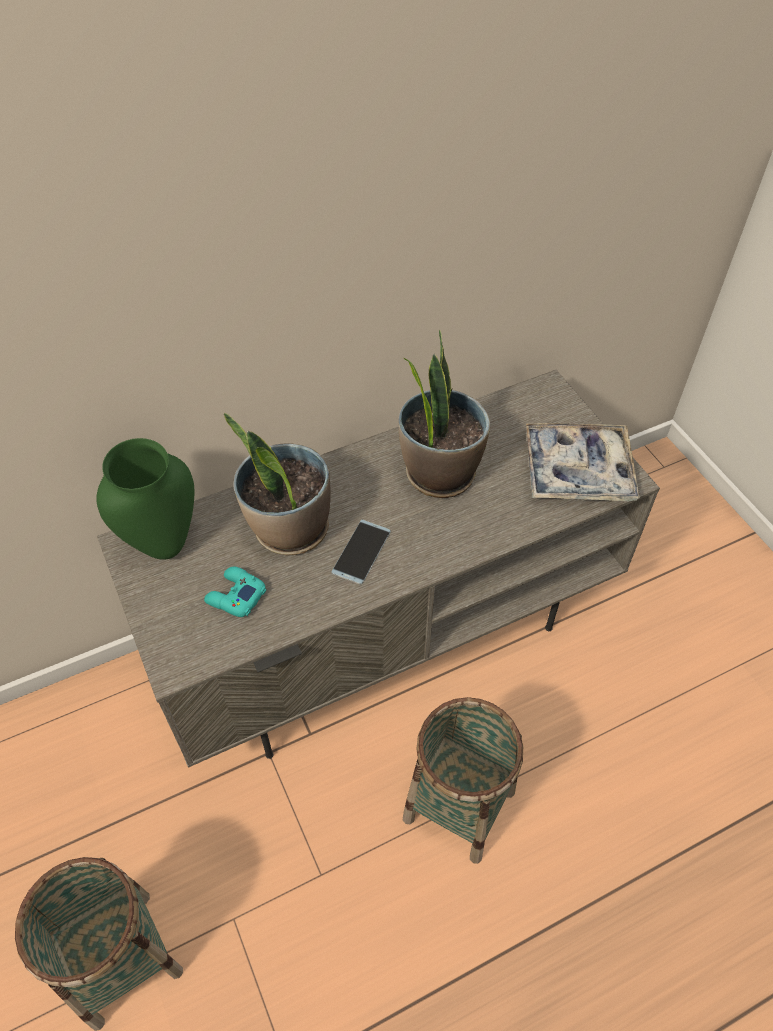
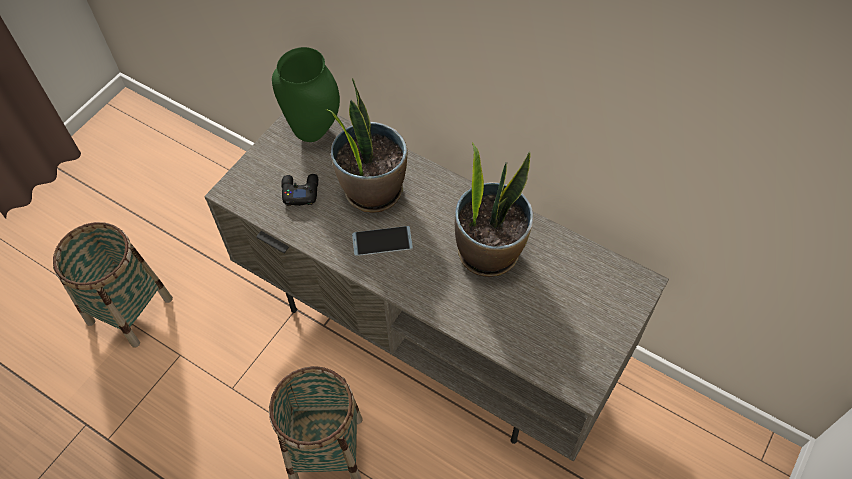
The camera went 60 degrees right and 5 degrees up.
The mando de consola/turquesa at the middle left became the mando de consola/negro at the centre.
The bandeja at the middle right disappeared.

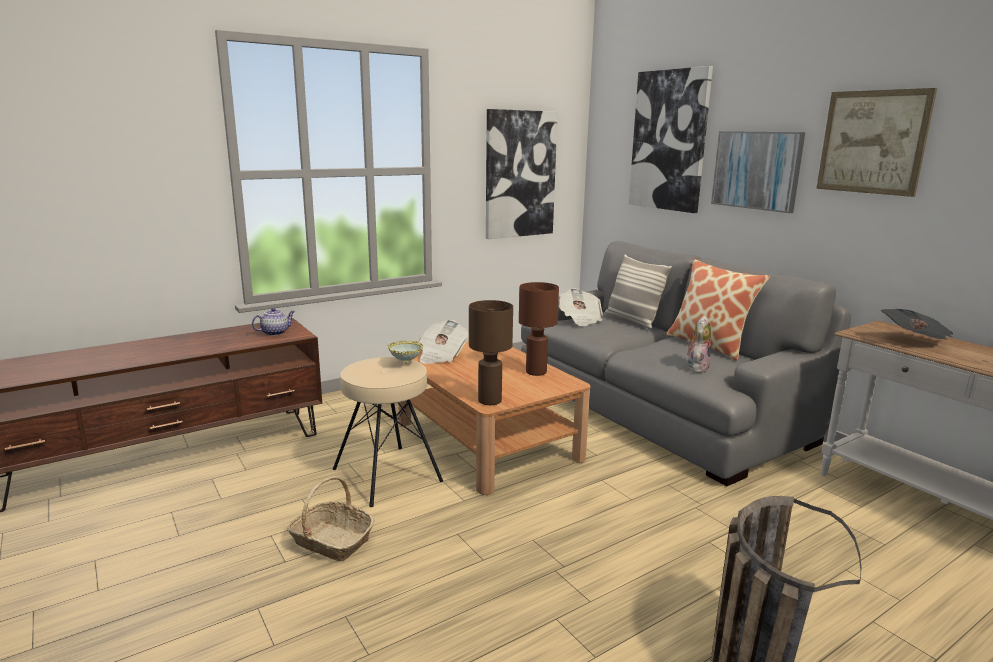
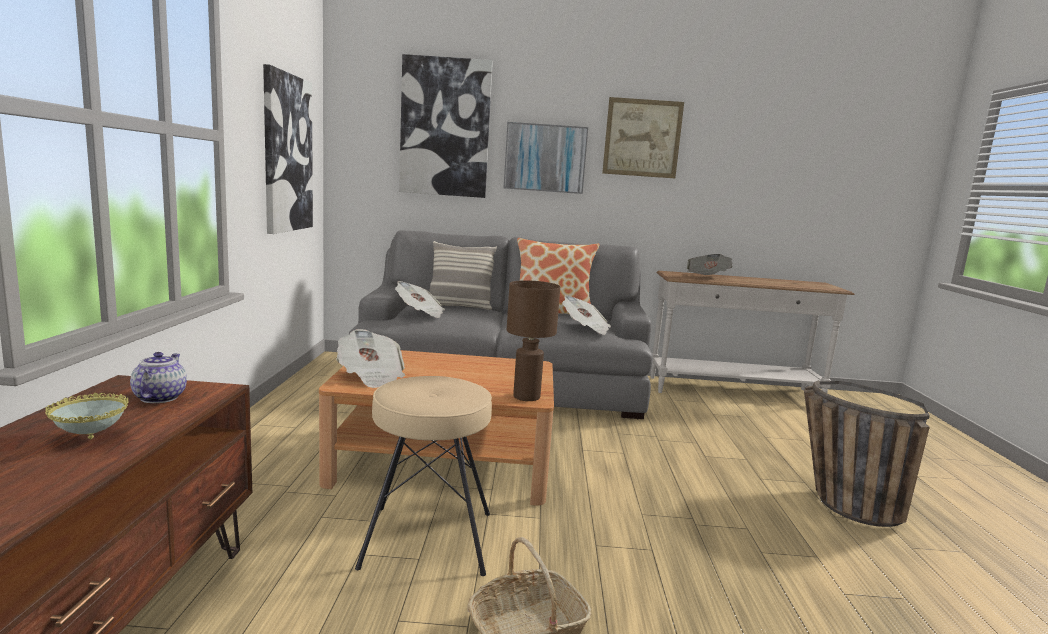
The camera went 55 degrees left and 5 degrees down.
The cuenco moved from the centre to the middle left.
The lámpara de mesa/marrón (2nd from left) at the centre disappeared.
The peluche at the middle right was replaced by the periódico (3rd from left) at the centre.

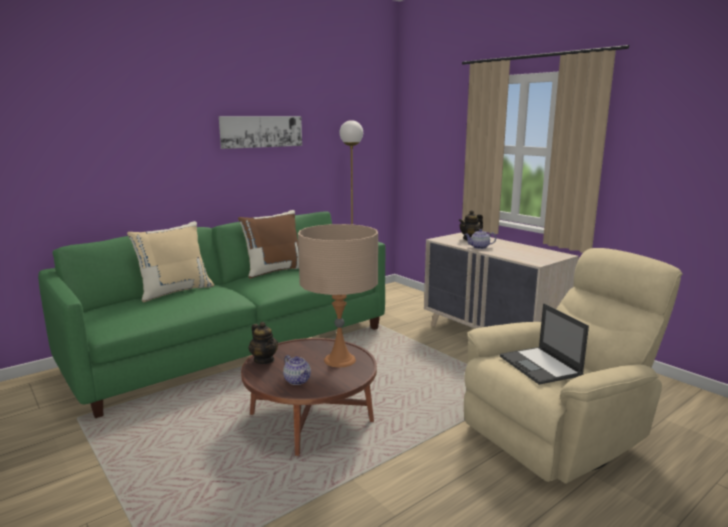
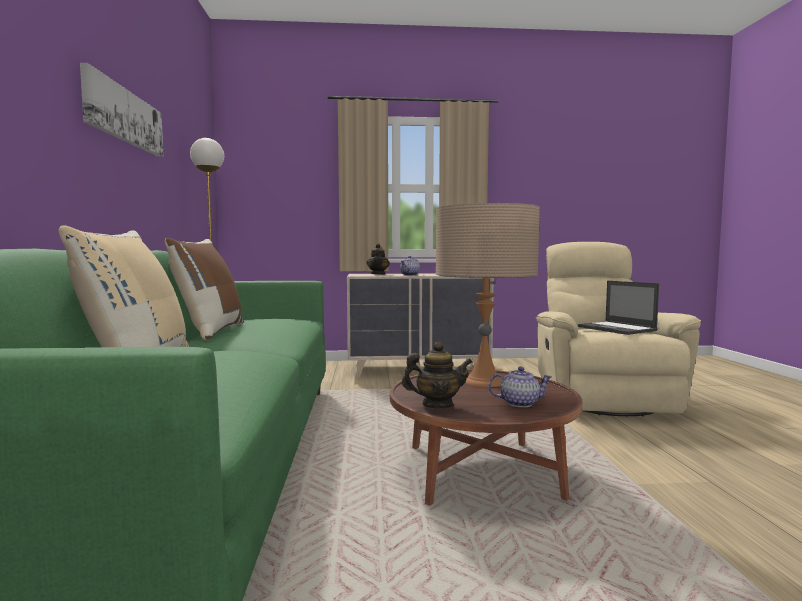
The camera went 55 degrees left and 10 degrees down.
The portátil at the middle right turned 45 degrees clockwise.

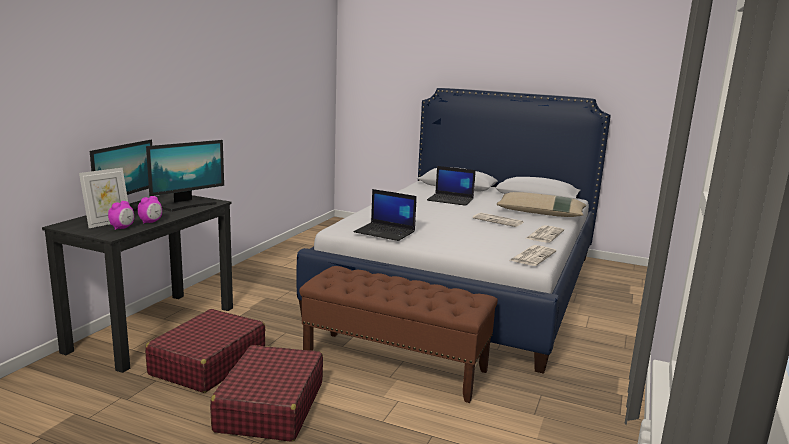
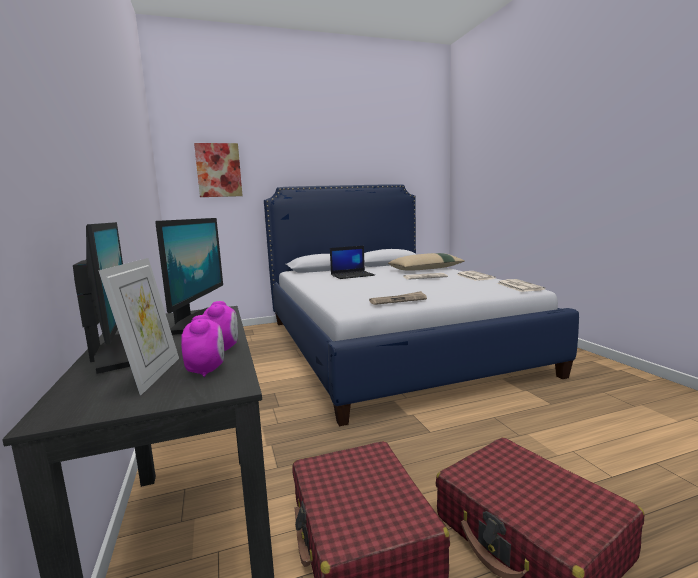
The camera went 40 degrees left and 5 degrees down.
The banco/marrón at the bottom centre disappeared.
The portátil (1st from left) at the centre was replaced by the periódico (1st from left) at the centre.
The cuadro at the top left appeared.

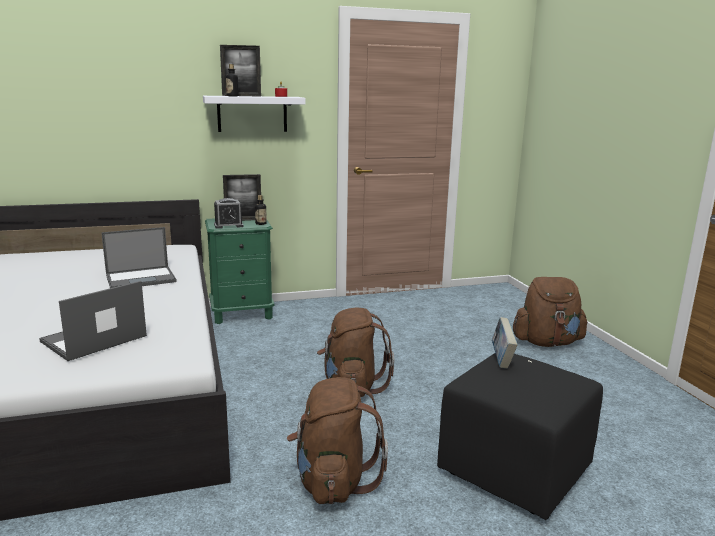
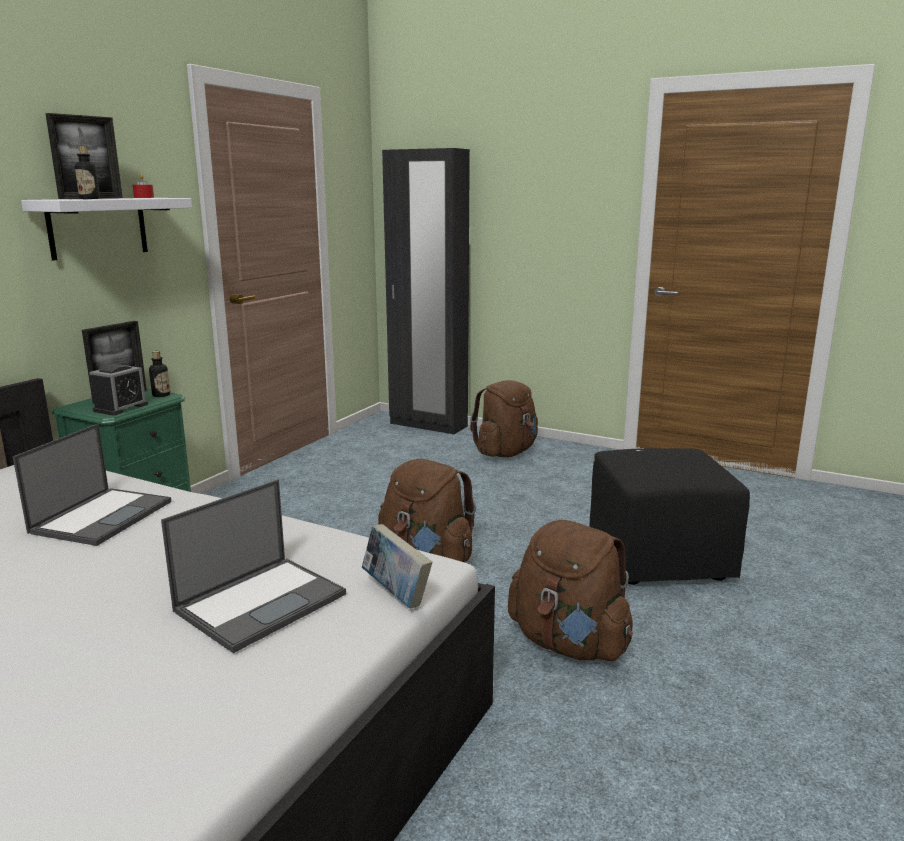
The camera went 45 degrees left and 0 degrees up.
The portátil (1st from left in the first image) at the middle left turned 135 degrees counterclockwise.
The libro moved from the middle right to the bottom centre.
The armario ropero/negro at the centre appeared.

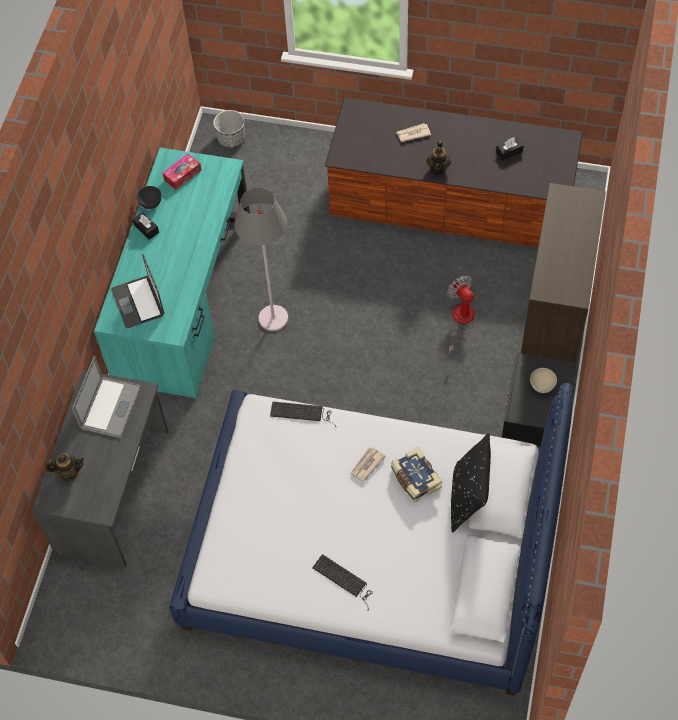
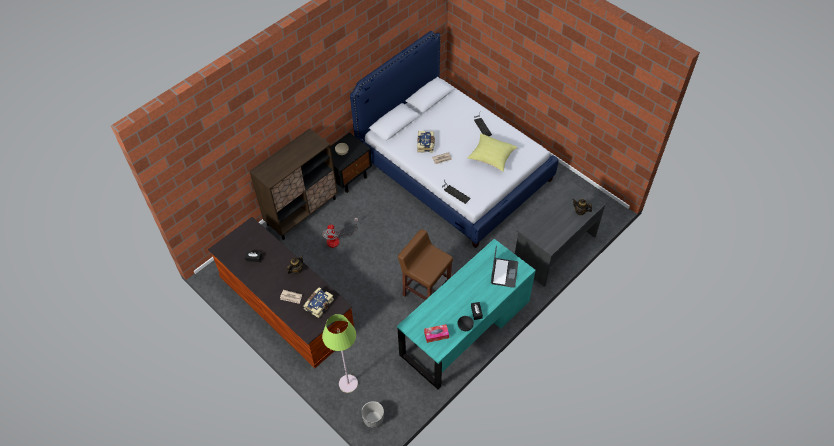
The camera went 150 degrees left and 5 degrees down.
The portátil (1st from left) at the middle left disappeared.
The lámpara de pie/gris at the centre was replaced by the taburete/marrón at the centre.
The cojín/negro at the bottom right disappeared.
The libro (1st from left) at the bottom centre appeared.
The lámpara de pie/verde at the bottom centre appeared.
The cojín/amarillo at the centre appeared.

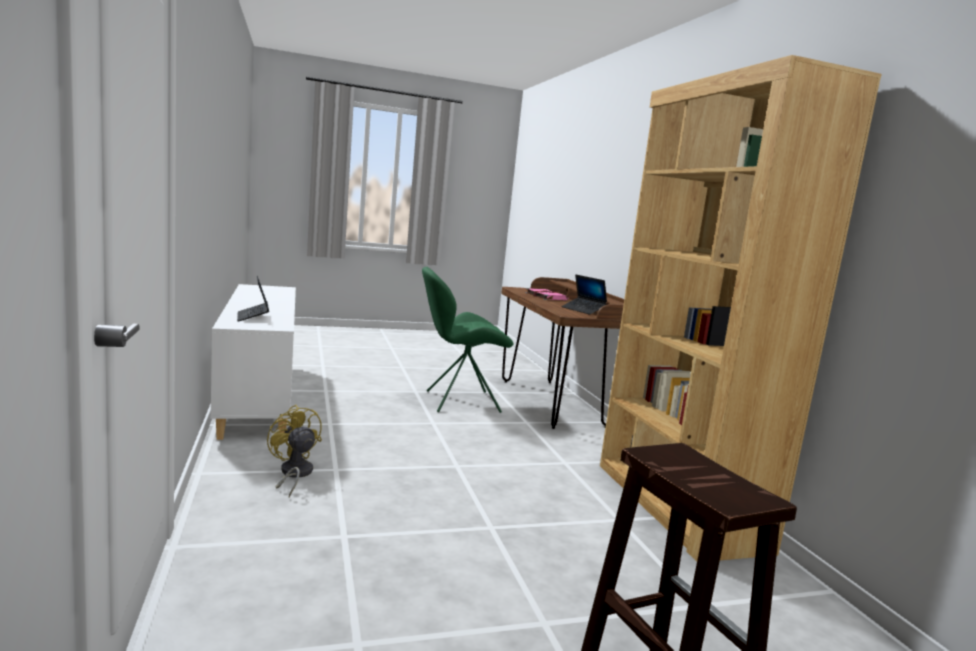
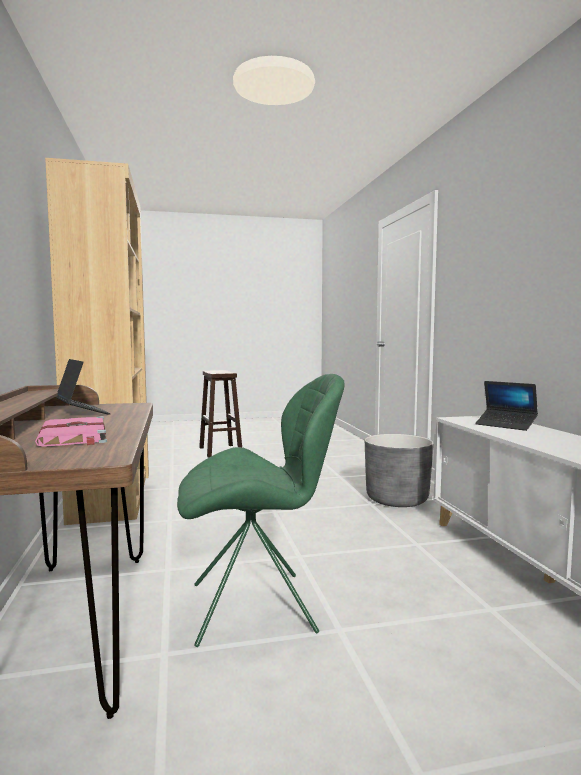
The camera went 175 degrees left and 5 degrees down.
The portátil (1st from left in the first image) at the middle left turned 150 degrees clockwise.
The ventilador/amarillo at the bottom left was replaced by the maceta/gris at the middle right.

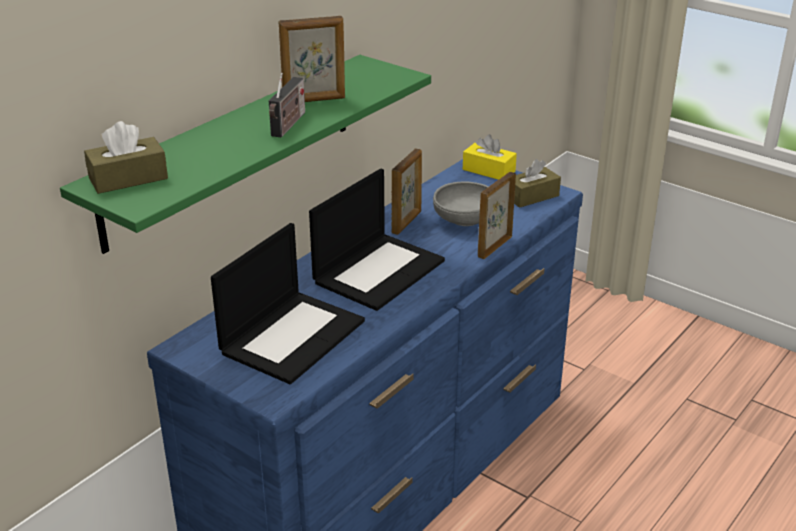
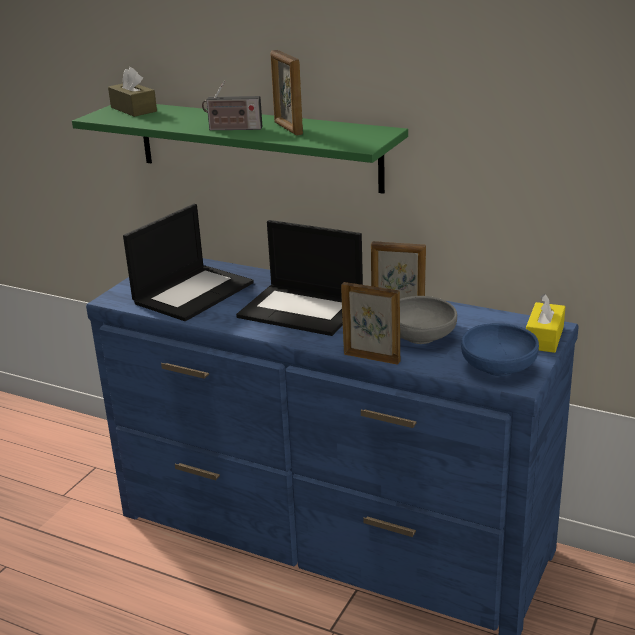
The camera went 80 degrees right and 5 degrees down.
The portátil (1st from left) at the centre turned 75 degrees counterclockwise.
The caja de pañuelos/marrón (2nd from left) at the middle right was replaced by the cuenco/azul at the middle right.

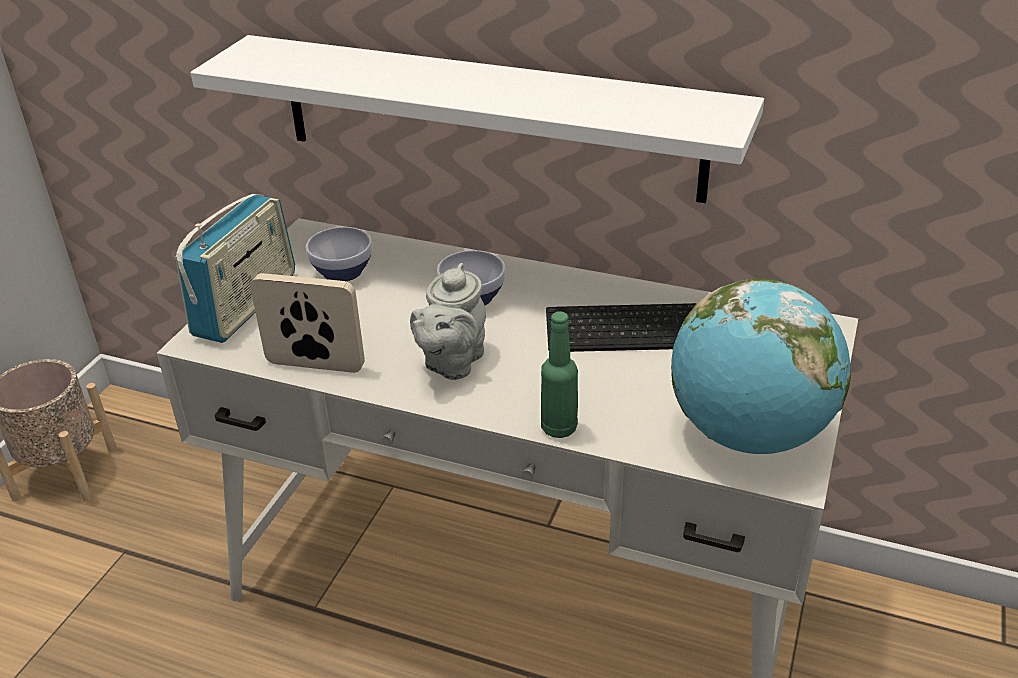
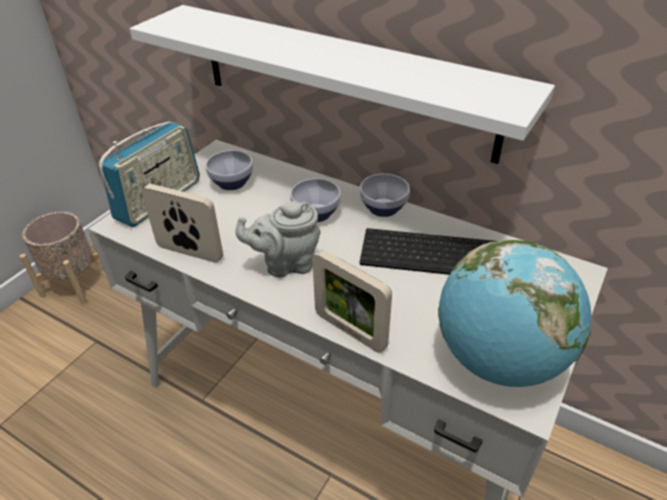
The camera went 10 degrees right and 5 degrees up.
The tetera/gris at the centre turned 45 degrees clockwise.
The botella/verde at the centre was replaced by the portarretratos (2nd from left) at the centre.
The cuenco (3rd from left) at the centre appeared.

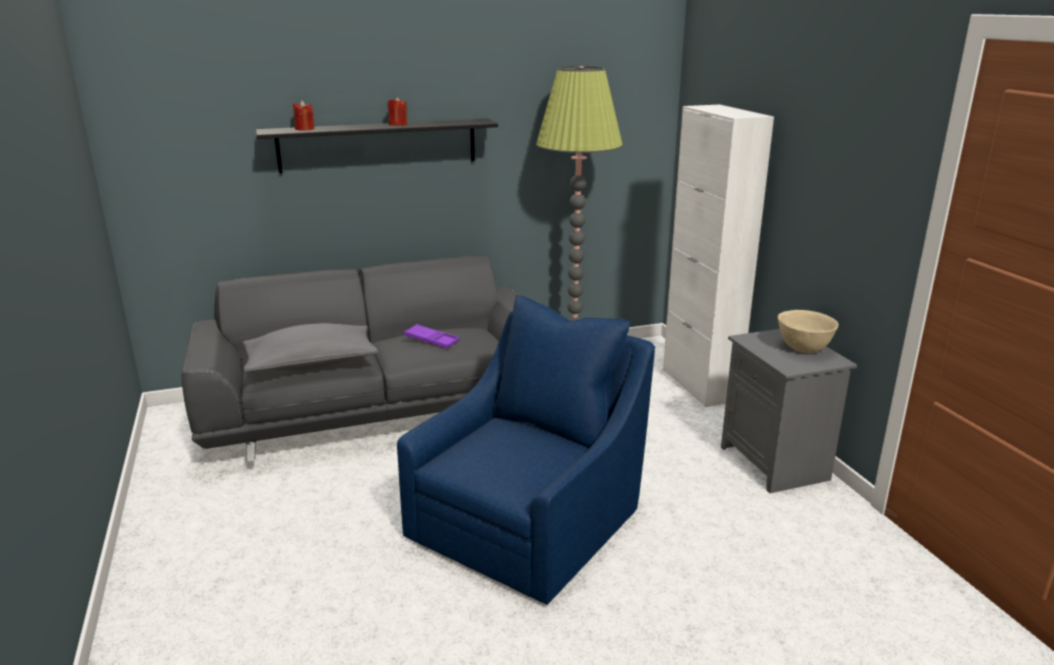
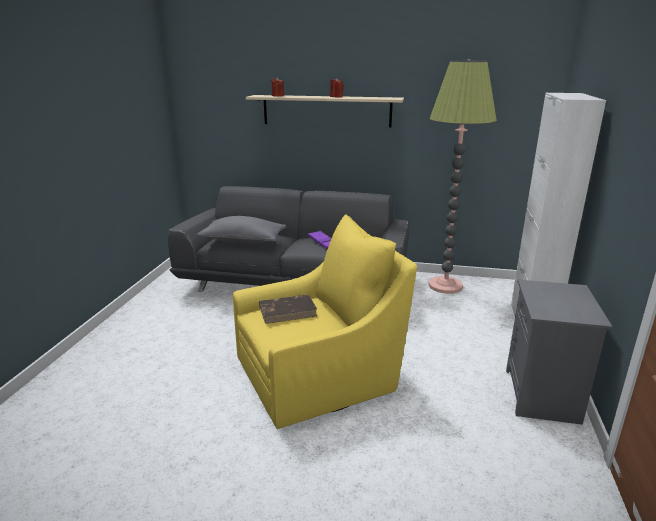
The camera went 30 degrees right and 0 degrees up.
The estante/negro at the top centre became the estante/beis at the top centre.
The sillón/azul at the bottom centre became the sillón/amarillo at the centre.
The cuenco/beis at the middle right disappeared.
The libro/marrón at the centre appeared.

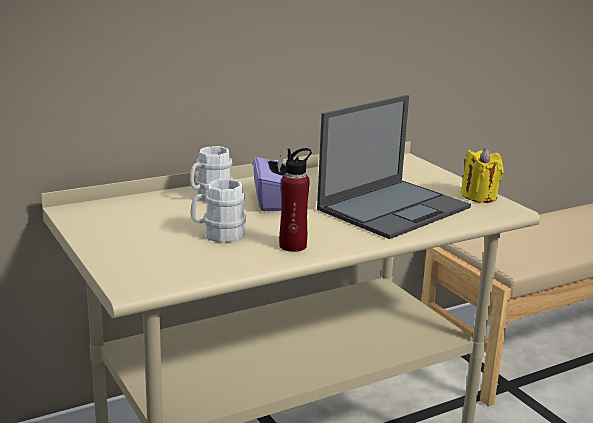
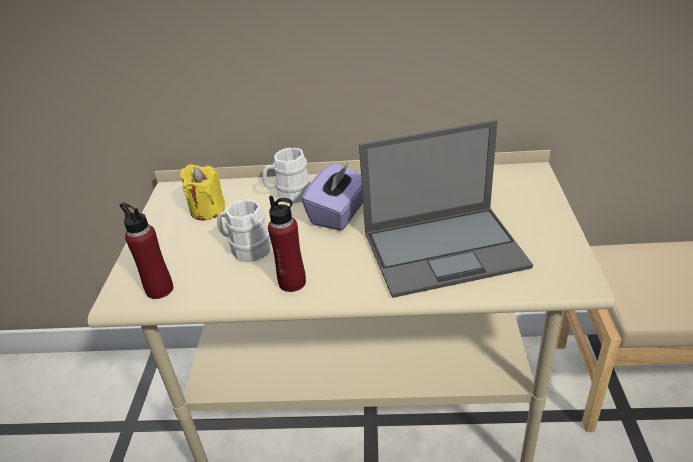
The camera went 35 degrees right and 15 degrees up.
The vela/amarillo moved from the middle right to the middle left.
The botella/rojo (1st from left) at the middle left appeared.

